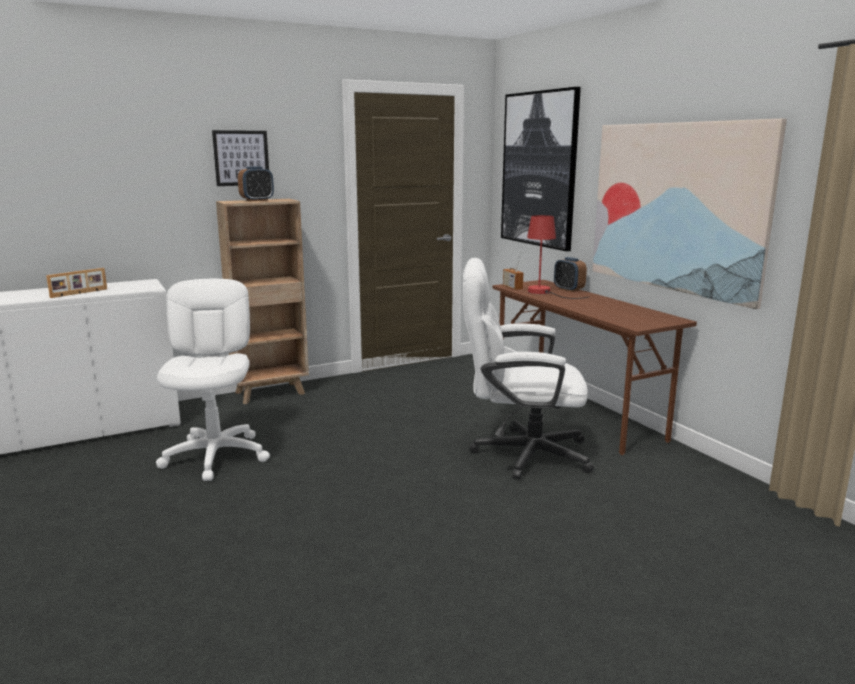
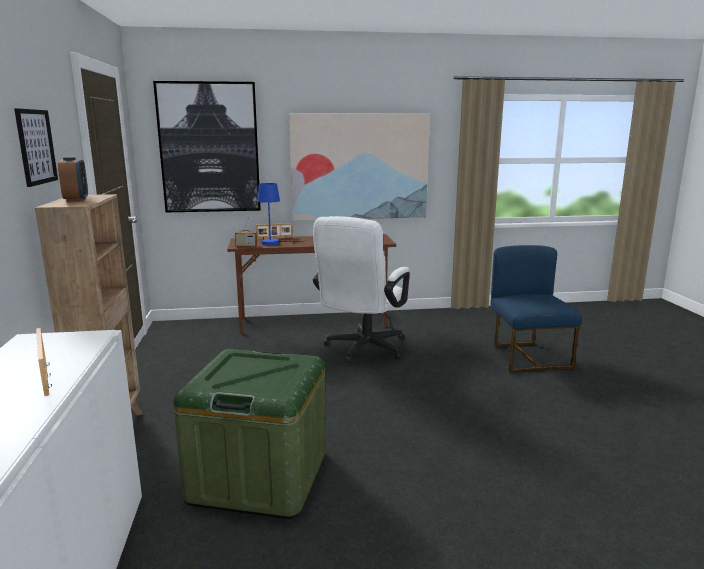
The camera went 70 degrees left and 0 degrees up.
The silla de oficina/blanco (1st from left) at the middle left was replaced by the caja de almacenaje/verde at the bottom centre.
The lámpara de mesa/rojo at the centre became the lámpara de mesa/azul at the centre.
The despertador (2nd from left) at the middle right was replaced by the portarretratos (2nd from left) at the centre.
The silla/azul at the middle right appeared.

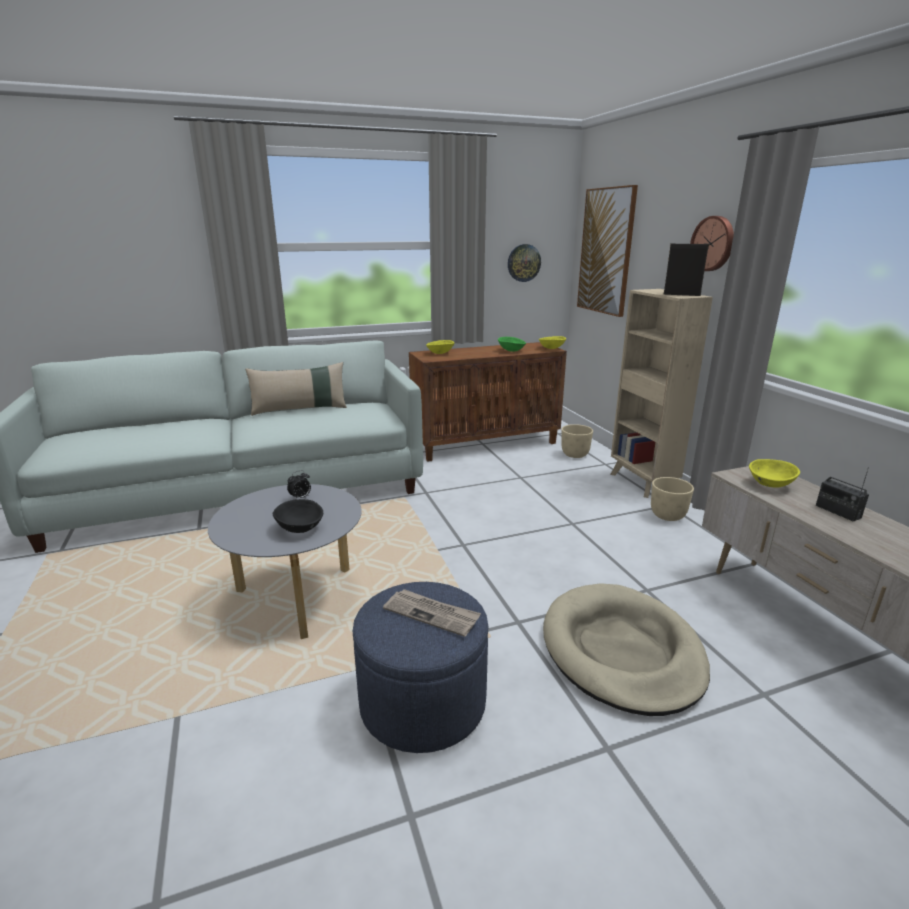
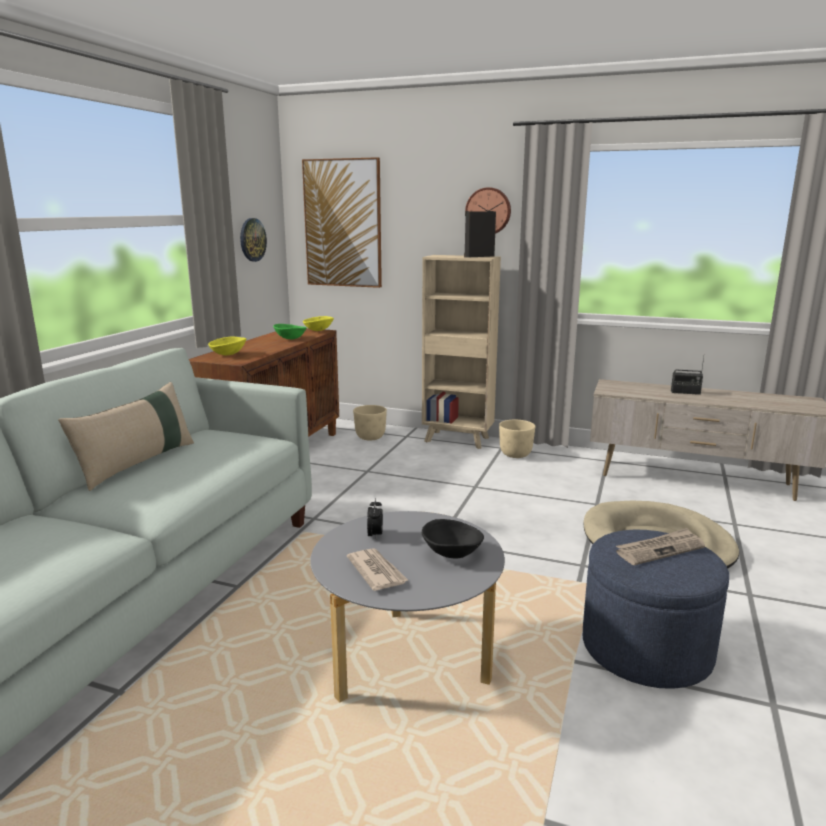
The camera went 50 degrees left and 5 degrees down.
The cuenco/amarillo (3rd from left) at the middle right disappeared.
The periódico (1st from left) at the bottom centre appeared.

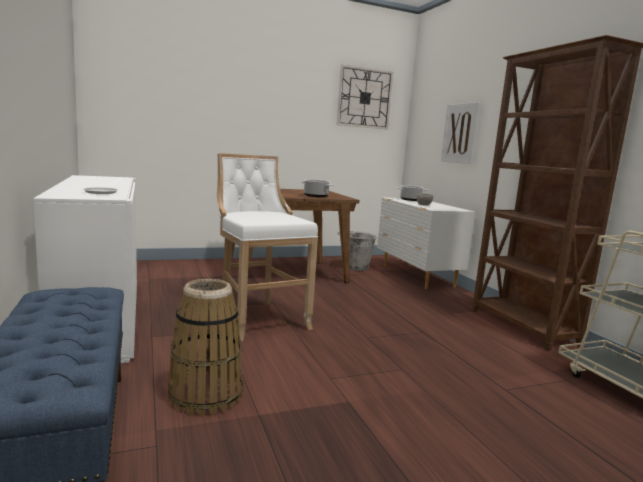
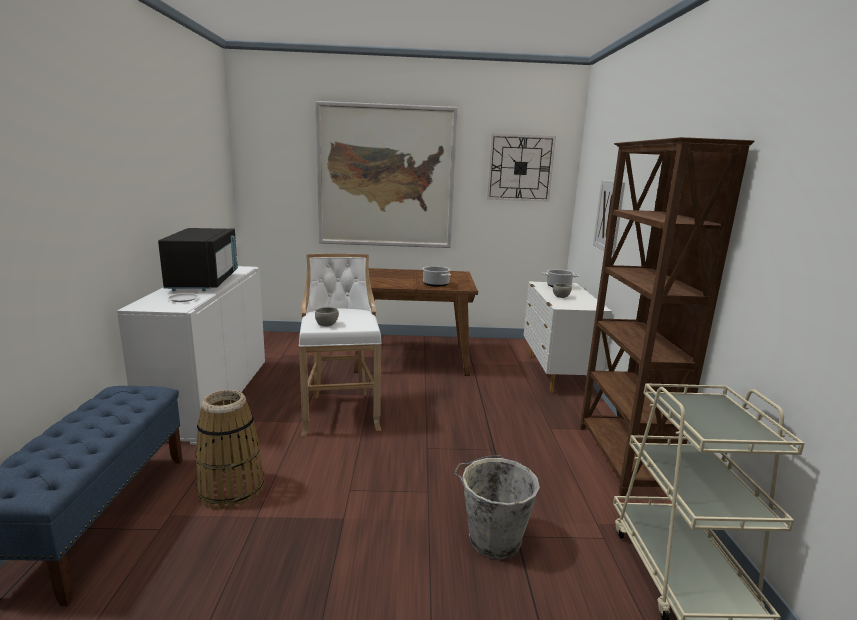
The camera went 20 degrees right and 5 degrees up.
The cubo/gris moved from the centre to the bottom centre.
The microondas/negro at the middle left appeared.
The cuadro (1st from left) at the top centre appeared.
The cuenco/gris (1st from left) at the centre appeared.

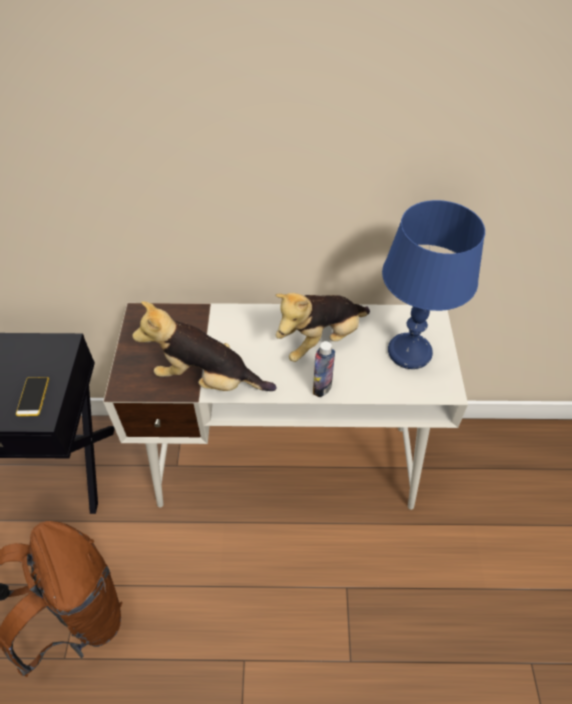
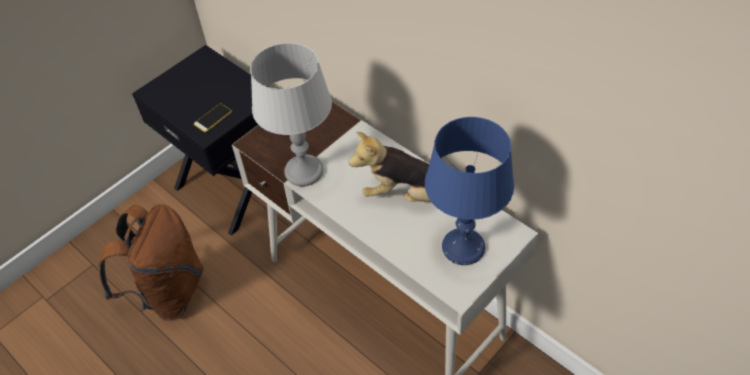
The camera went 45 degrees right and 0 degrees up.
The peluche (1st from left) at the centre was replaced by the lámpara de mesa/gris at the top centre.
The botella at the centre disappeared.

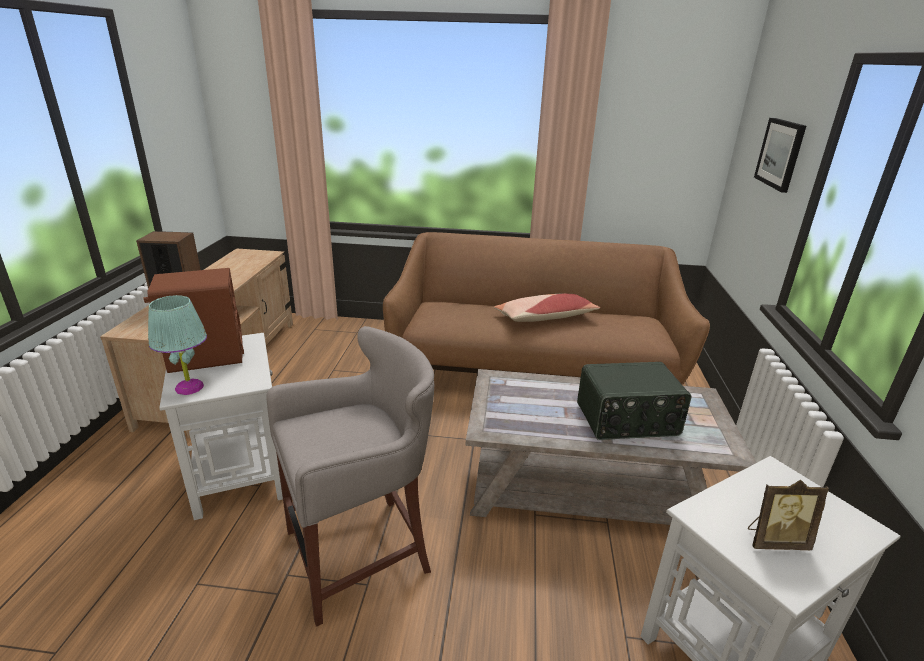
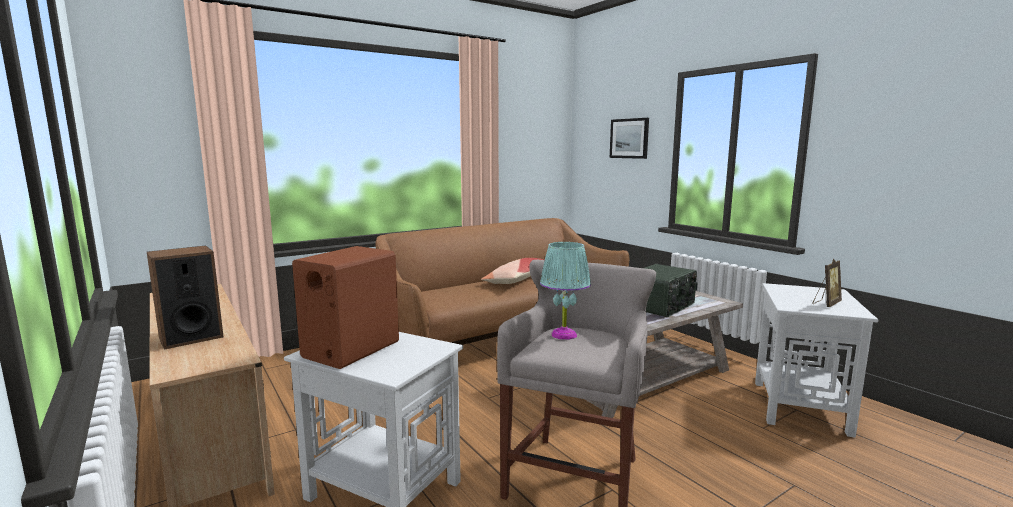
The camera went 40 degrees left and 15 degrees down.
The lámpara de mesa/turquesa moved from the middle left to the centre.

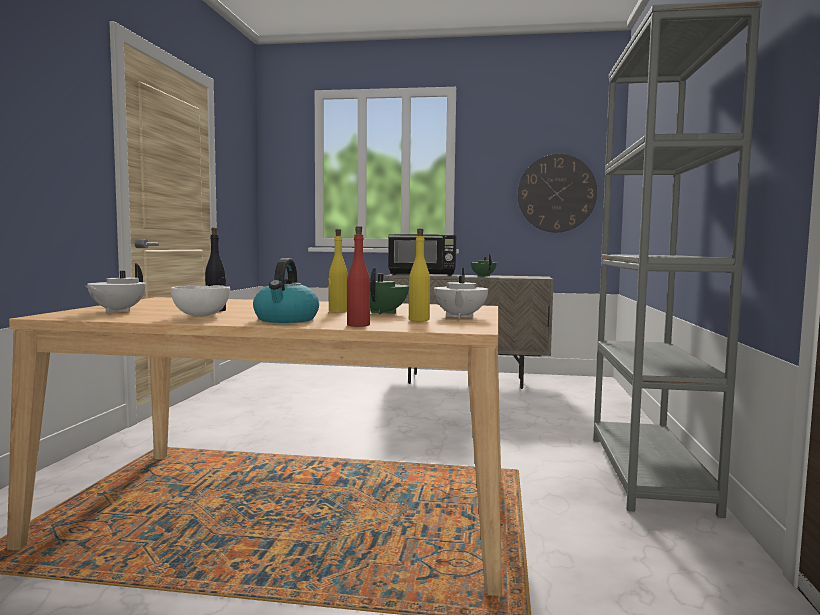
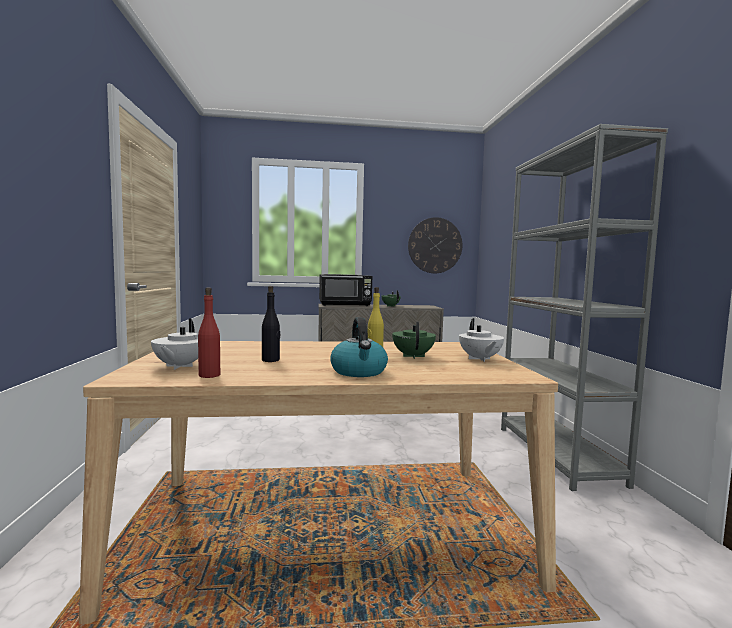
The camera went 15 degrees left and 0 degrees up.
The cuenco/blanco at the middle left disappeared.
The botella/rojo moved from the centre to the middle left.
The botella/amarillo (2nd from left) at the centre disappeared.

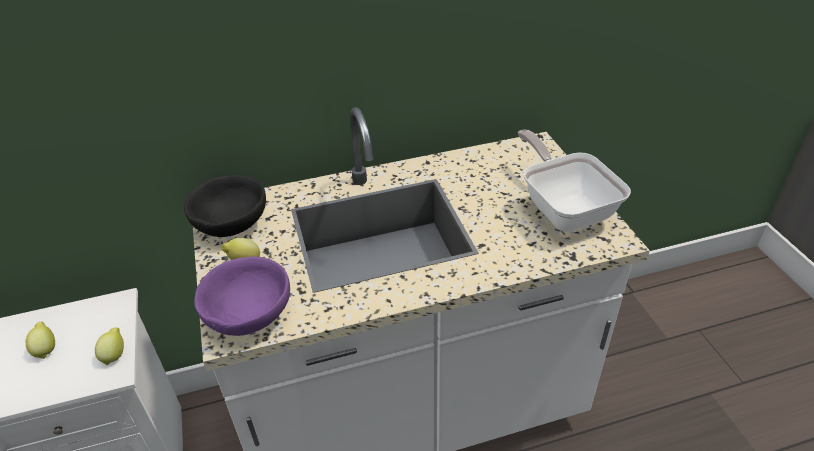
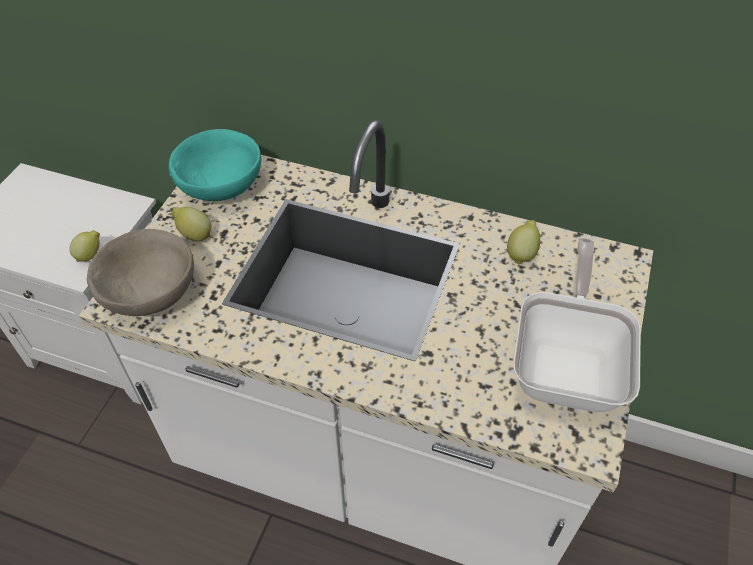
The camera went 35 degrees right and 10 degrees up.
The limón (1st from left in the first image) moved from the bottom left to the middle right.
The cuenco/negro at the middle left became the cuenco/turquesa at the top left.
The cuenco/morado at the middle left became the cuenco/beis at the middle left.

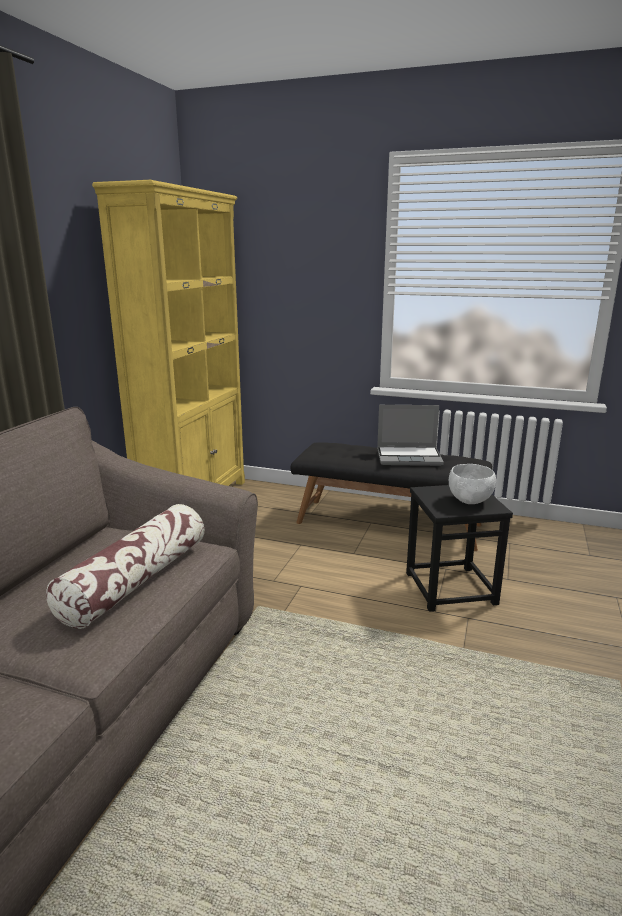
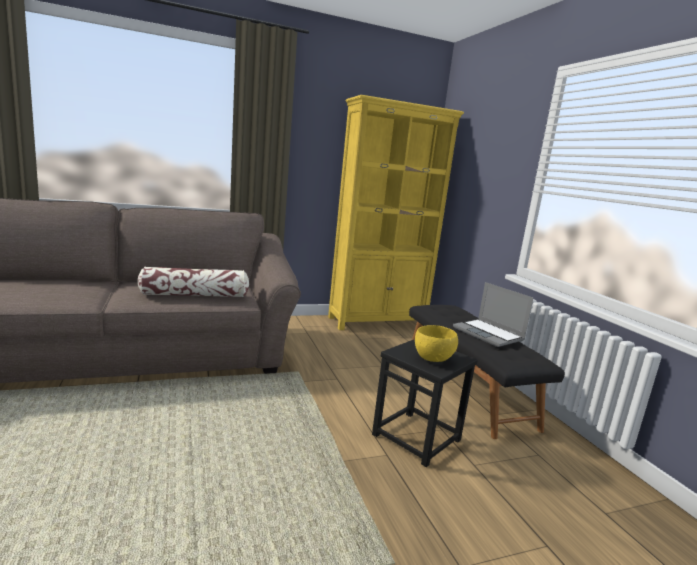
The camera went 50 degrees right and 5 degrees down.
The cuenco/blanco at the middle right became the cuenco/amarillo at the centre.

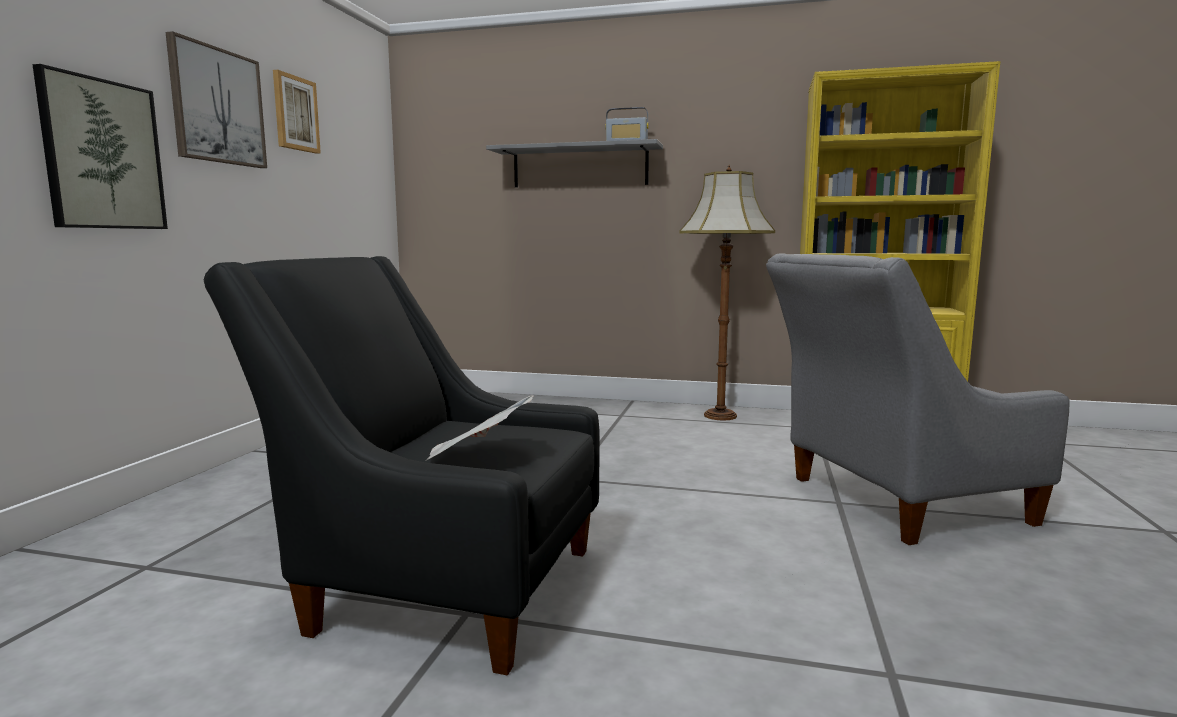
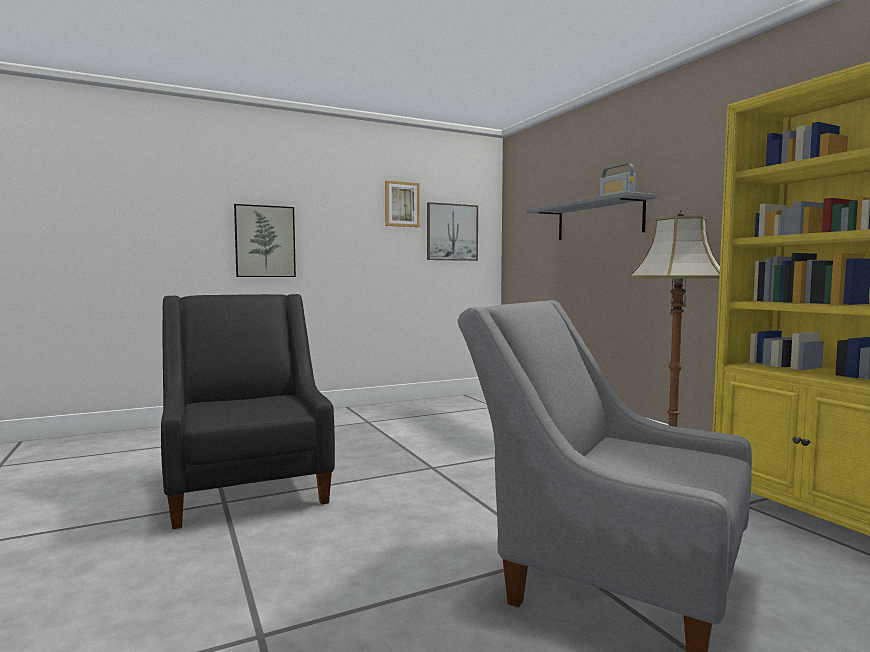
The camera went 50 degrees right and 5 degrees down.
The cuadro (2nd from left in the first image) moved from the top left to the centre.
The periódico at the centre disappeared.

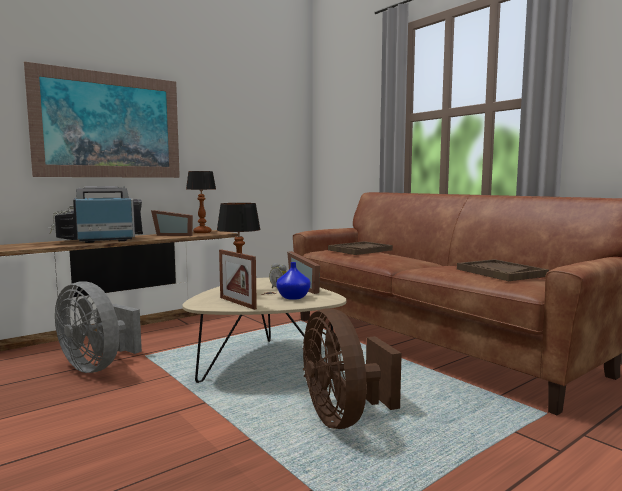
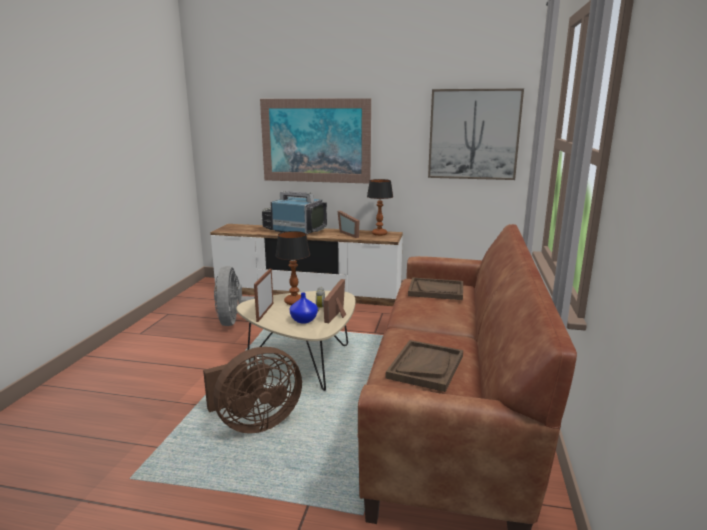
The camera went 50 degrees right and 10 degrees up.
The ventilador/marrón at the bottom centre turned 150 degrees counterclockwise.
The cuadro (2nd from left) at the top right appeared.

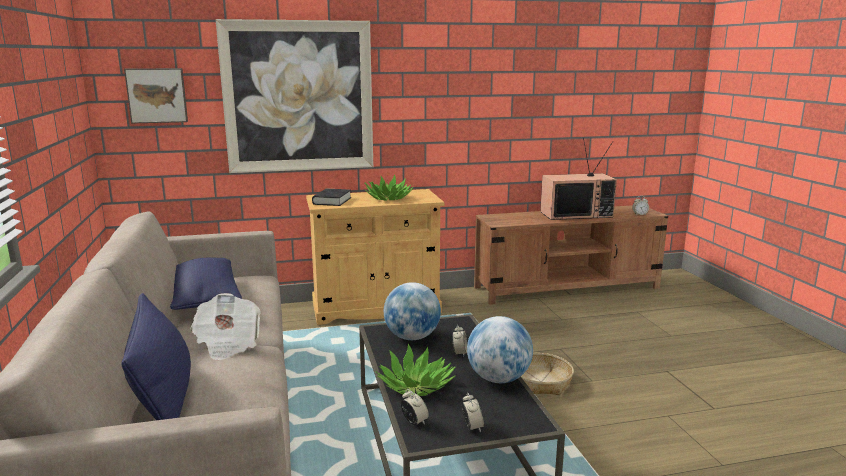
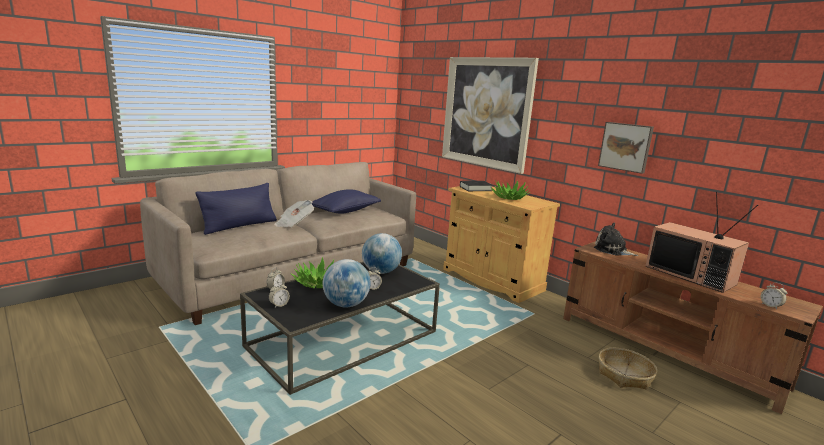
The camera went 60 degrees right and 0 degrees up.
The cuadro (1st from left in the first image) moved from the top left to the top right.
The cesta moved from the bottom centre to the bottom right.
The peluche at the middle right appeared.

